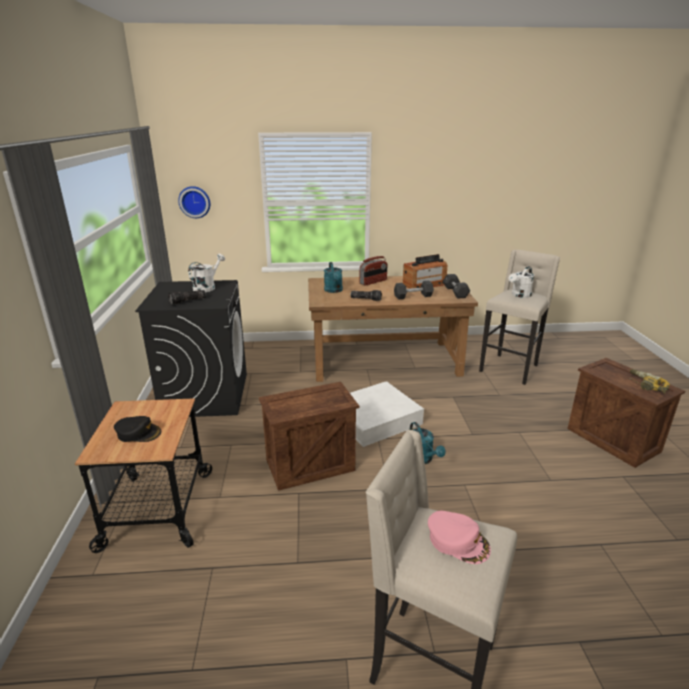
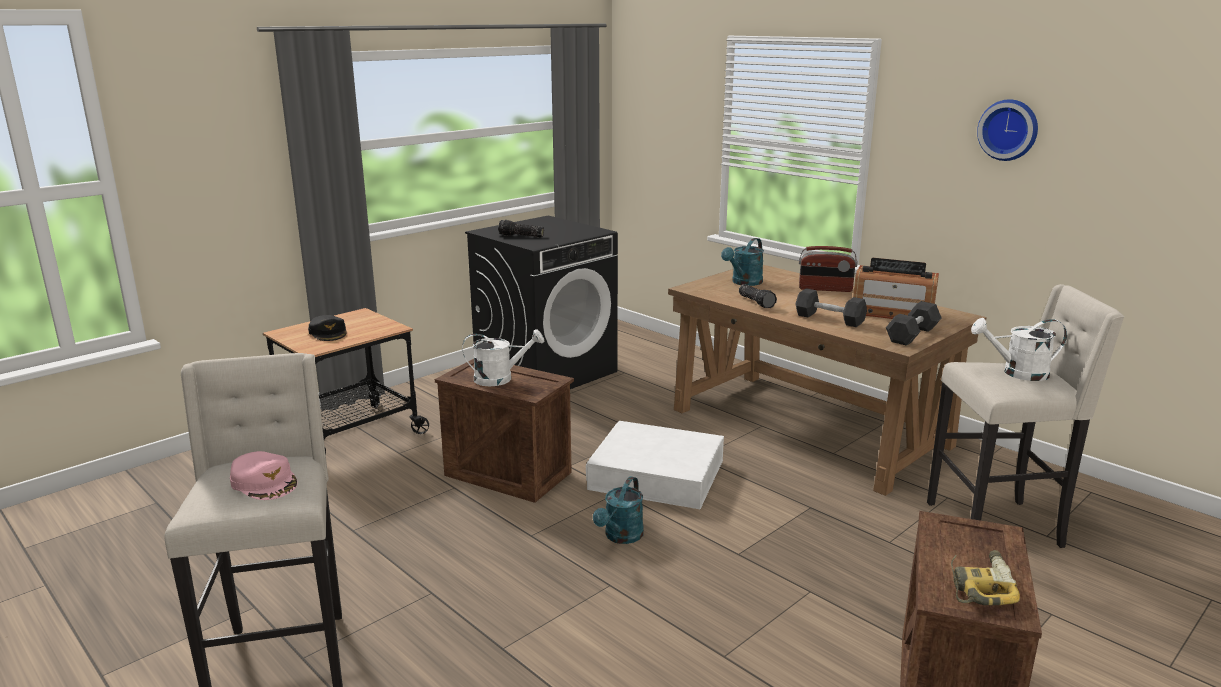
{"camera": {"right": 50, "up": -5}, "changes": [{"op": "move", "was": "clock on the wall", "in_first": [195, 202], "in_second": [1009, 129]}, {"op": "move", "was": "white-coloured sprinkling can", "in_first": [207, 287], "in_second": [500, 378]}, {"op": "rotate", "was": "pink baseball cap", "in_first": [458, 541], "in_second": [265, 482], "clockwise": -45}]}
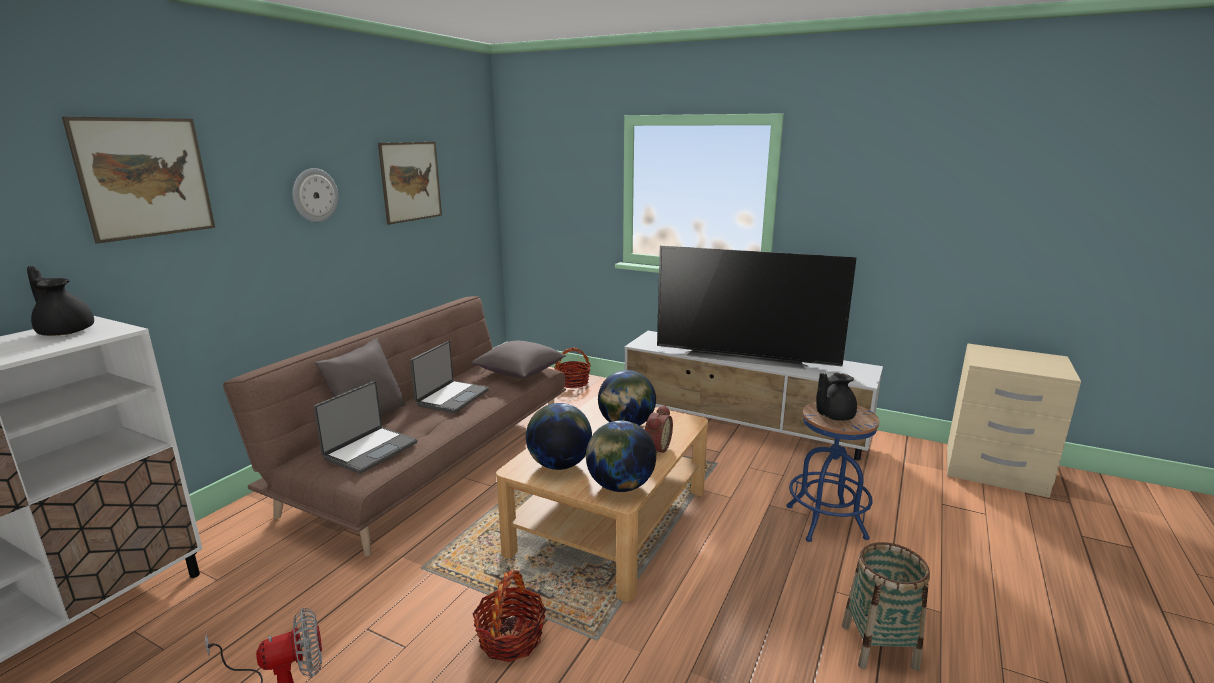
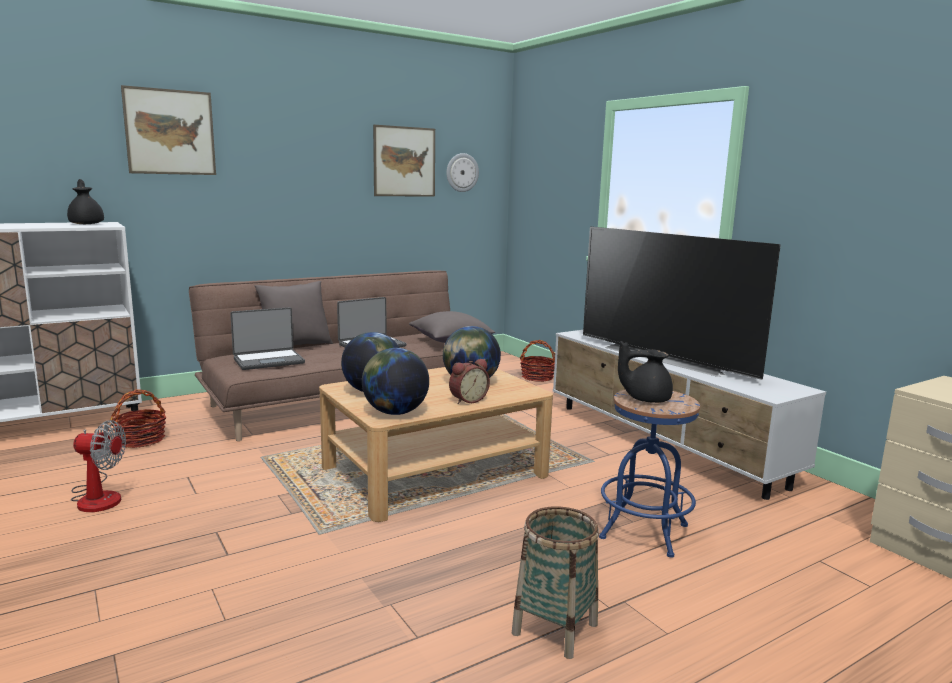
{"camera": {"right": 30, "up": -5}, "changes": [{"op": "move", "was": "clock on the wall", "in_first": [314, 195], "in_second": [462, 172]}, {"op": "move", "was": "storage basket", "in_first": [510, 638], "in_second": [141, 440]}]}
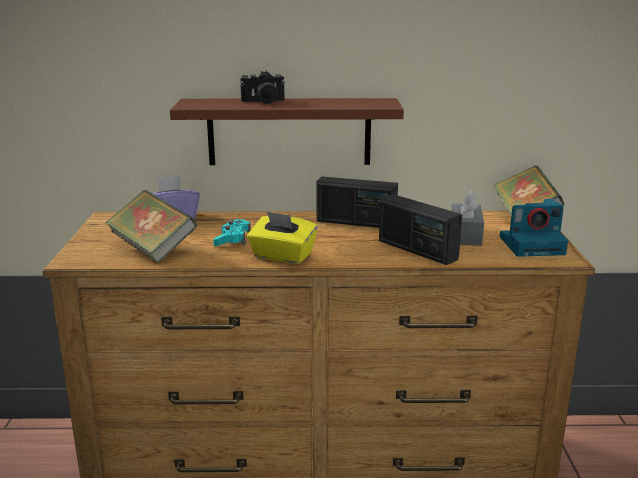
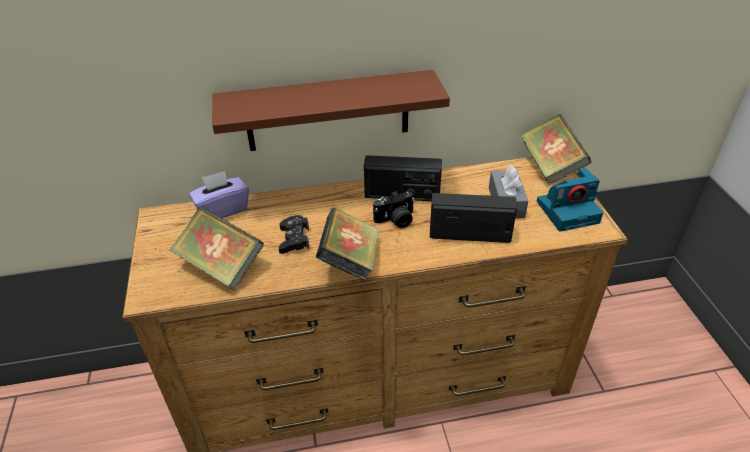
{"camera": {"right": -10, "up": 20}, "changes": [{"op": "move", "was": "photo camera", "in_first": [264, 102], "in_second": [396, 220]}, {"op": "rotate", "was": "radio", "in_first": [417, 250], "in_second": [469, 233], "clockwise": 150}, {"op": "replace", "was": "yellow tissue box", "now": "book", "in_first": [282, 256], "in_second": [350, 261]}, {"op": "recolor", "was": "blue-green gamepad", "now": "black gamepad", "in_first": [232, 239], "in_second": [294, 239]}]}
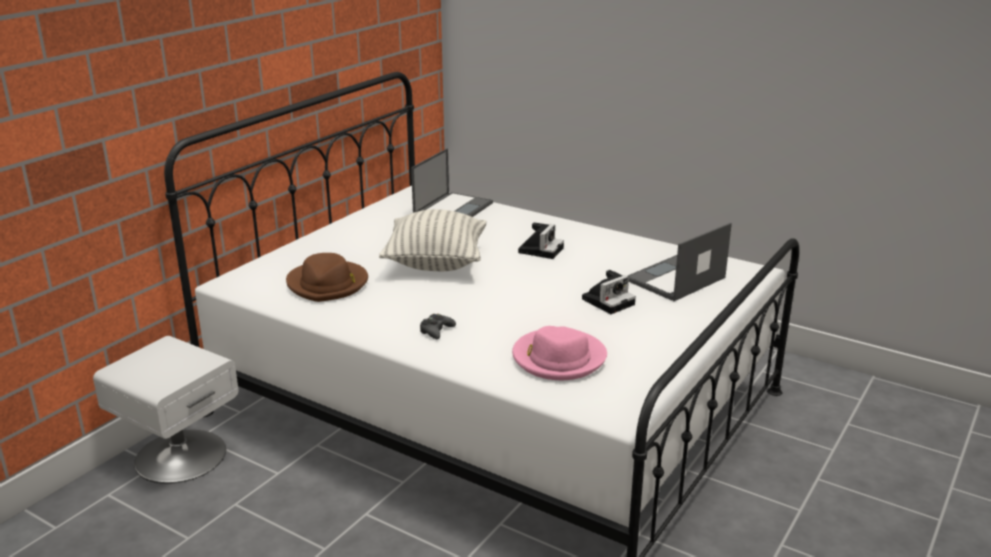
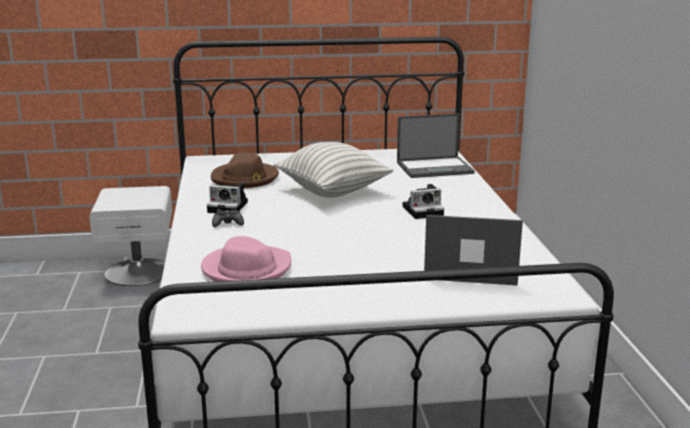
{"camera": {"right": 50, "up": -5}, "changes": [{"op": "move", "was": "photo camera", "in_first": [609, 301], "in_second": [229, 207]}]}
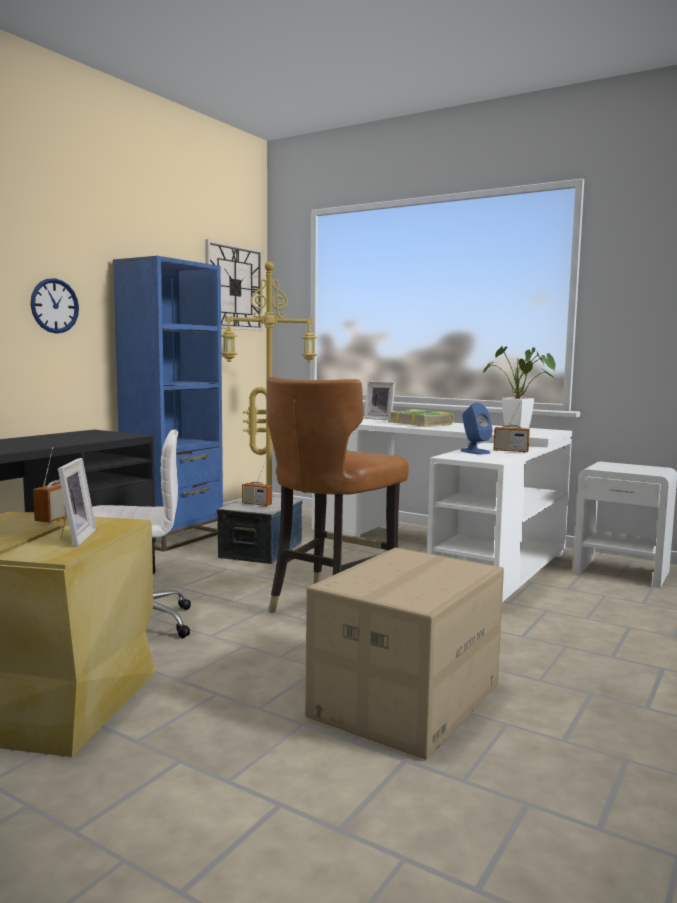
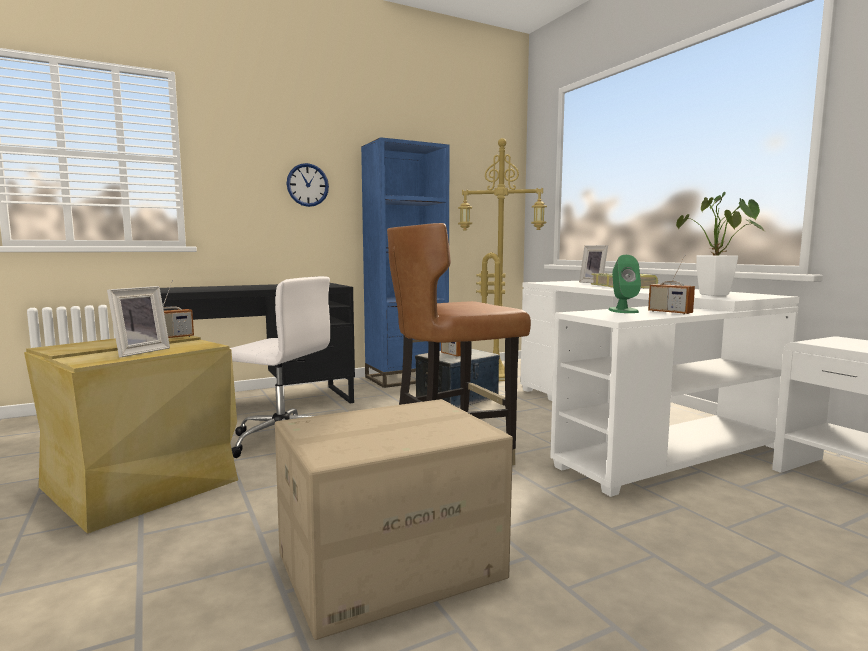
{"camera": {"right": 30, "up": 0}, "changes": [{"op": "delete", "was": "clock on the wall", "in_first": [234, 287]}, {"op": "recolor", "was": "blue speaker", "now": "greenish speaker", "in_first": [474, 451], "in_second": [623, 311]}]}
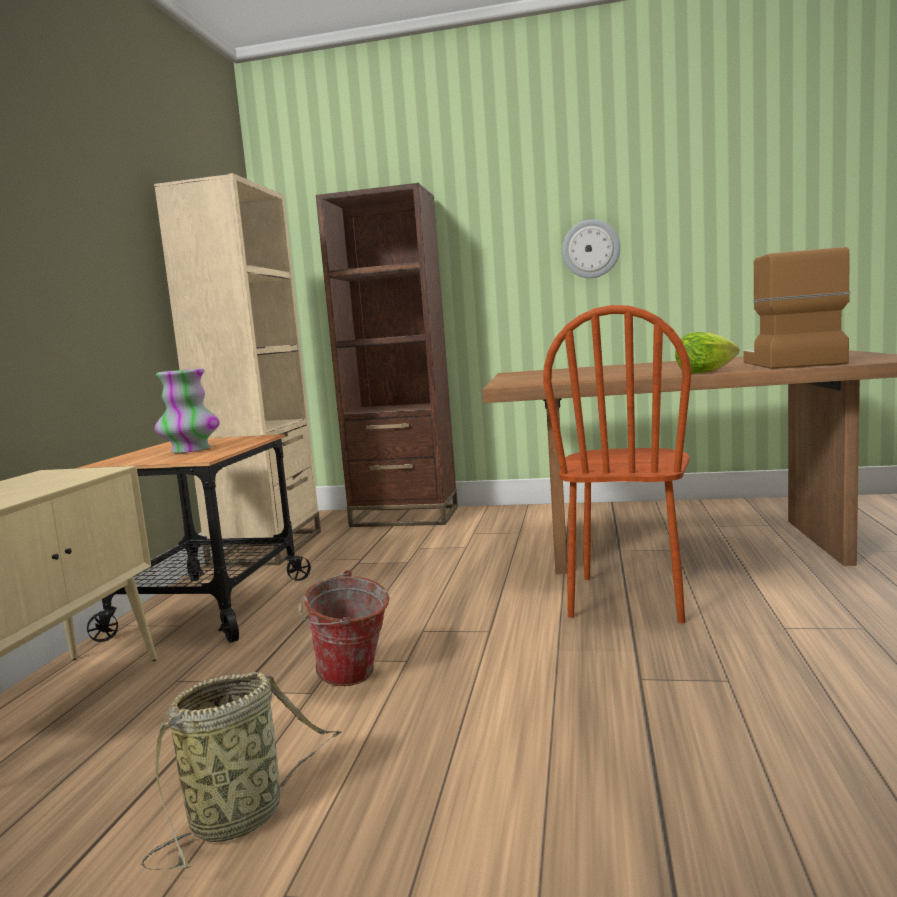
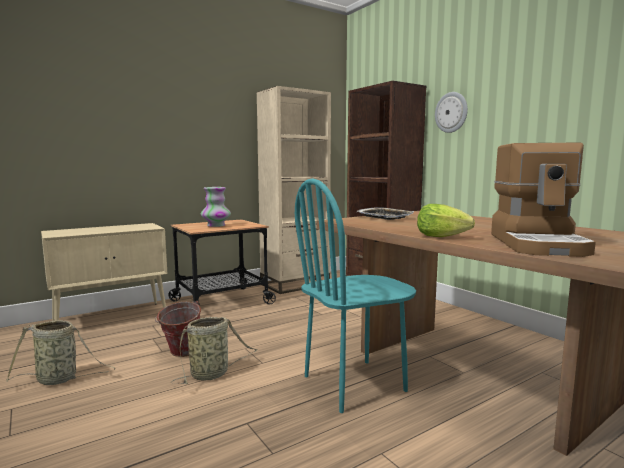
{"camera": {"right": 45, "up": 0}, "changes": [{"op": "move", "was": "clock on the wall", "in_first": [591, 249], "in_second": [451, 112]}, {"op": "rotate", "was": "coffee brewer", "in_first": [789, 363], "in_second": [538, 244], "clockwise": 135}, {"op": "recolor", "was": "brown plain chair", "now": "blue-green plain chair", "in_first": [628, 599], "in_second": [354, 384]}, {"op": "insert", "now": "serving tray", "in_second": [385, 217]}, {"op": "insert", "now": "storage basket", "in_second": [212, 374]}]}
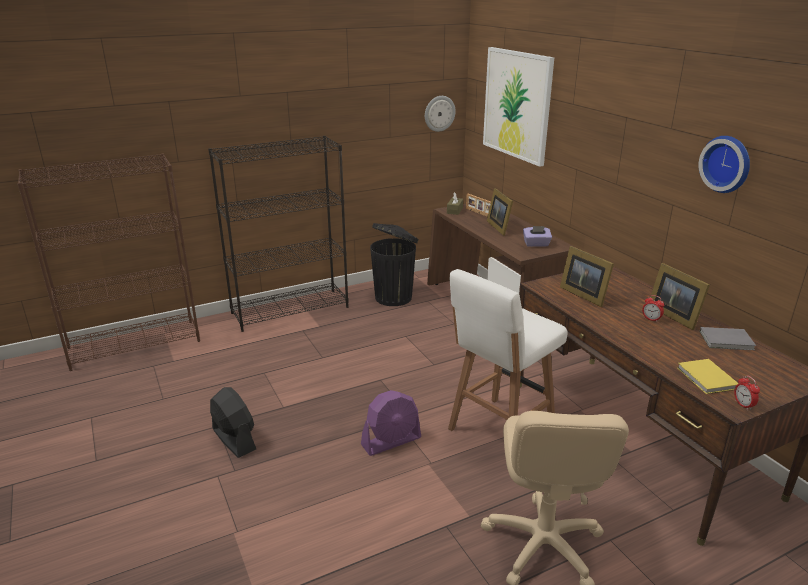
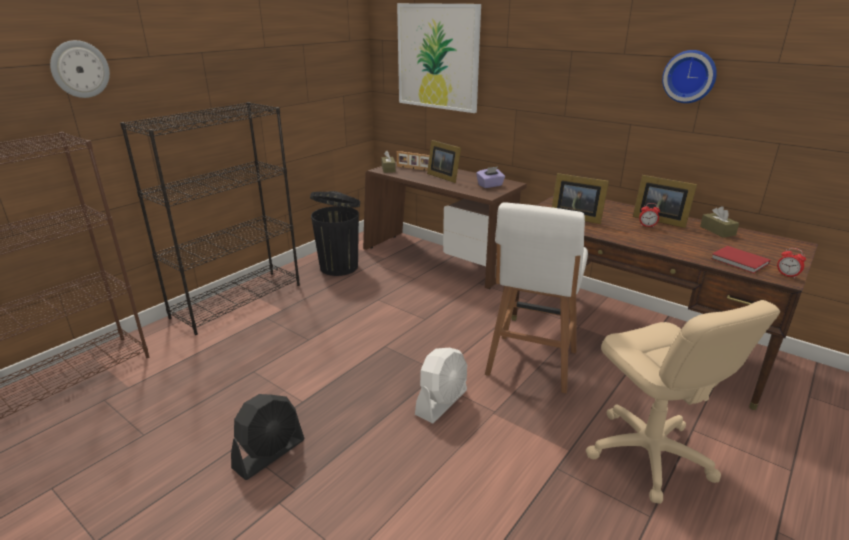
{"camera": {"right": -25, "up": 0}, "changes": [{"op": "move", "was": "clock on the wall", "in_first": [439, 113], "in_second": [80, 69]}, {"op": "replace", "was": "greyish book", "now": "brown tissue box", "in_first": [728, 341], "in_second": [717, 231]}, {"op": "recolor", "was": "yellow book", "now": "reddish book", "in_first": [707, 379], "in_second": [740, 262]}, {"op": "rotate", "was": "black fan", "in_first": [234, 439], "in_second": [269, 454], "clockwise": 105}, {"op": "recolor", "was": "purplish fan", "now": "white-coloured fan", "in_first": [391, 441], "in_second": [442, 402]}]}
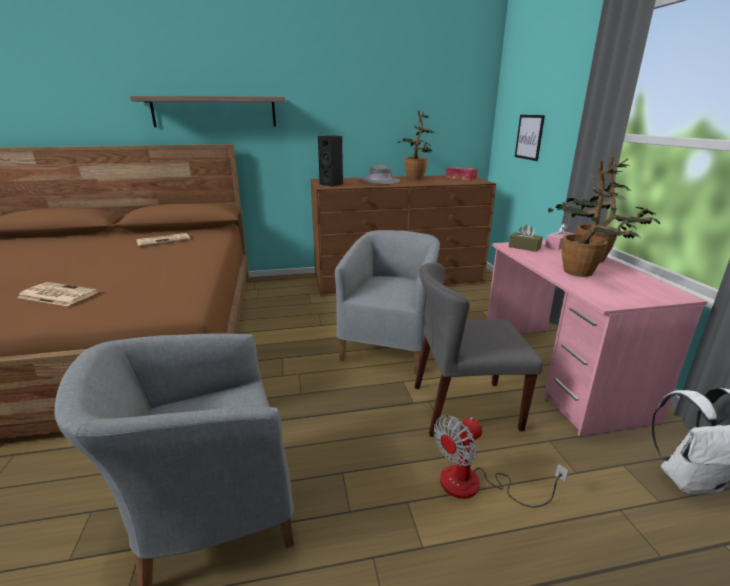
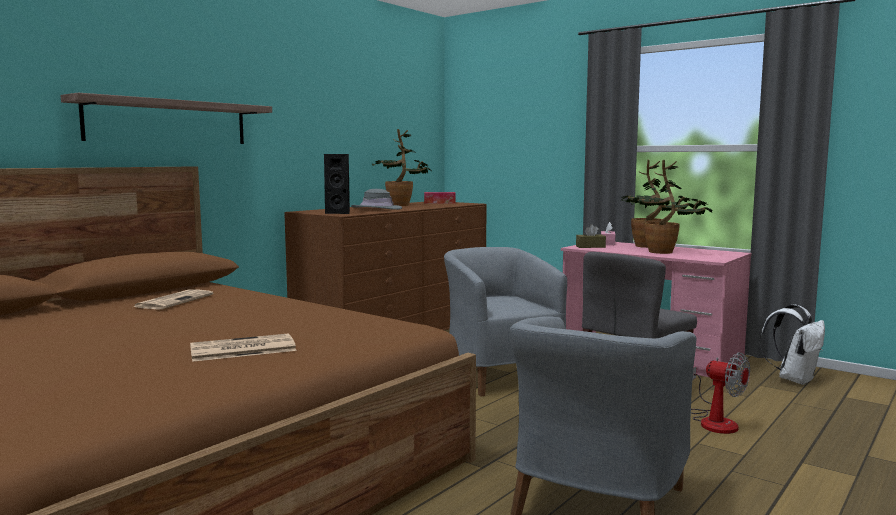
{"camera": {"right": -40, "up": -15}, "changes": [{"op": "delete", "was": "picture", "in_first": [529, 137]}, {"op": "rotate", "was": "fan", "in_first": [475, 485], "in_second": [715, 421], "clockwise": -60}]}
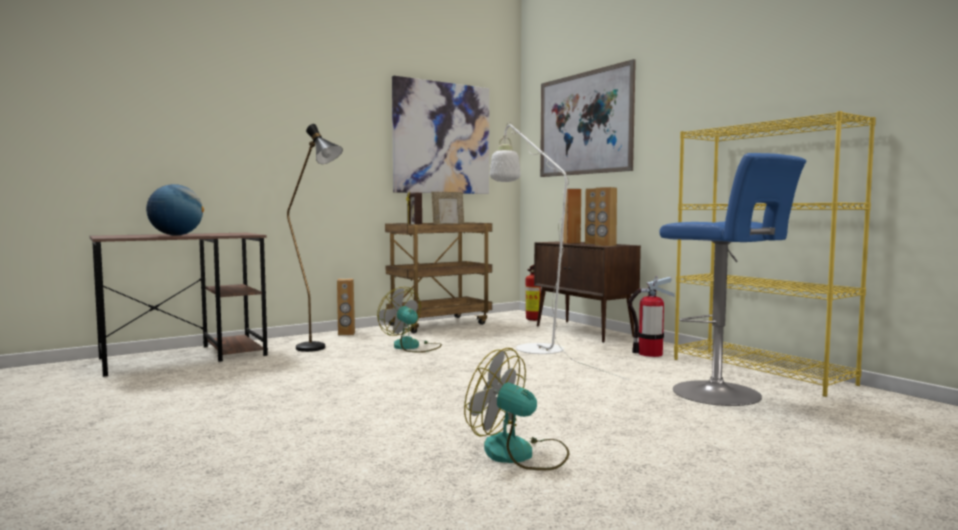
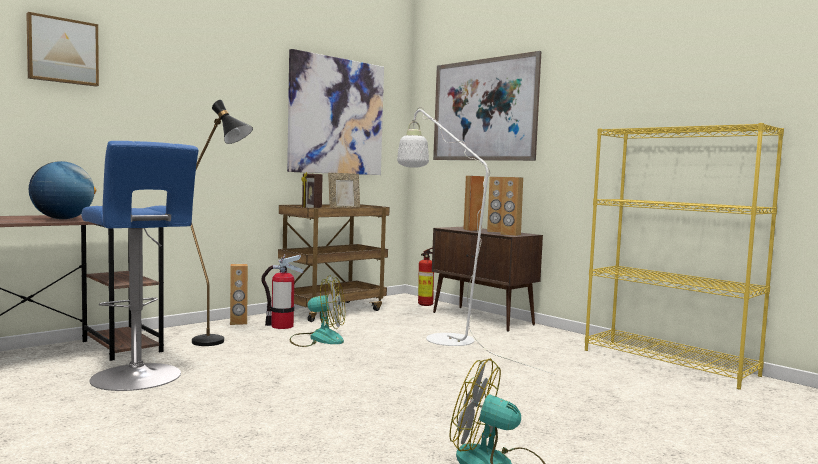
{"camera": {"right": -10, "up": 0}, "changes": [{"op": "move", "was": "blue stool", "in_first": [722, 394], "in_second": [139, 378]}, {"op": "move", "was": "fire extinguisher", "in_first": [650, 354], "in_second": [282, 326]}, {"op": "rotate", "was": "fan", "in_first": [412, 347], "in_second": [318, 339], "clockwise": 150}, {"op": "insert", "now": "picture", "in_second": [62, 51]}]}
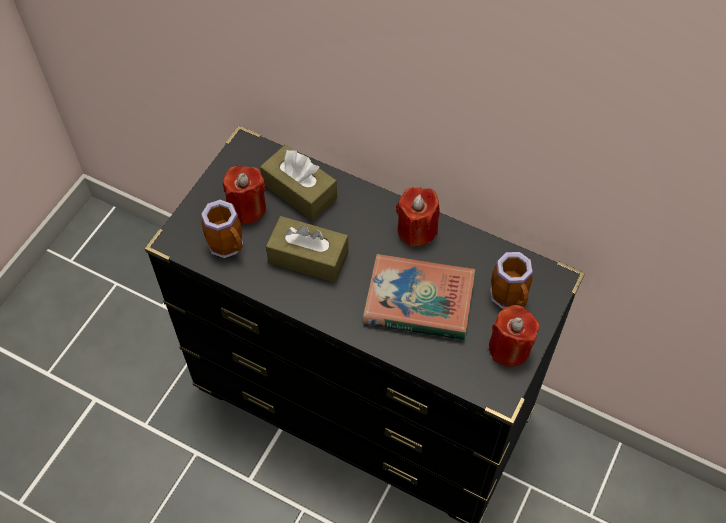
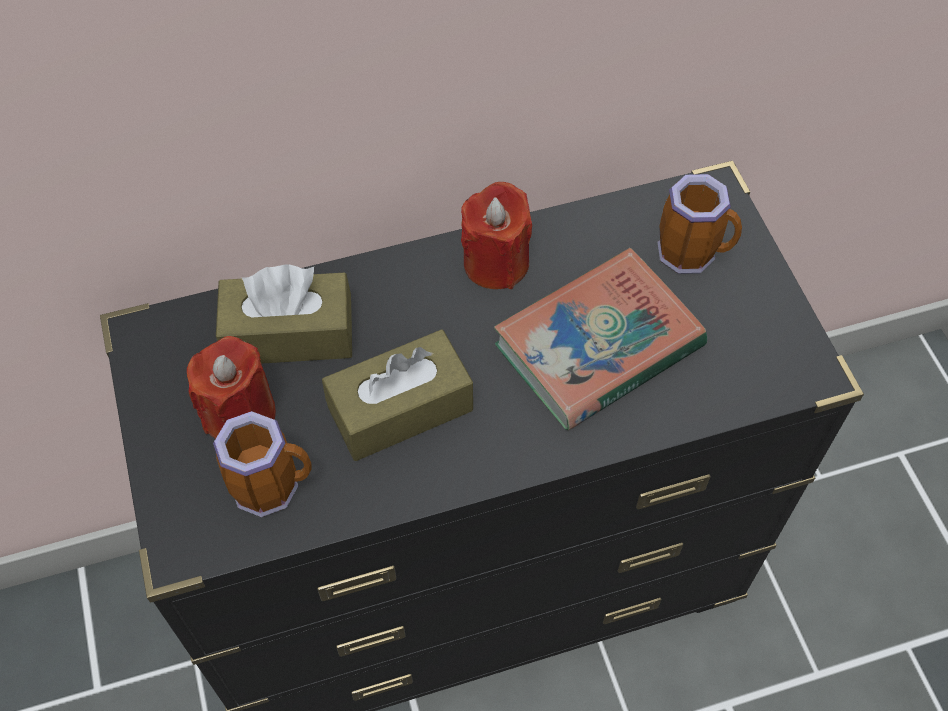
{"camera": {"right": -45, "up": 0}, "changes": [{"op": "delete", "was": "reddish wax light", "in_first": [509, 348]}]}
